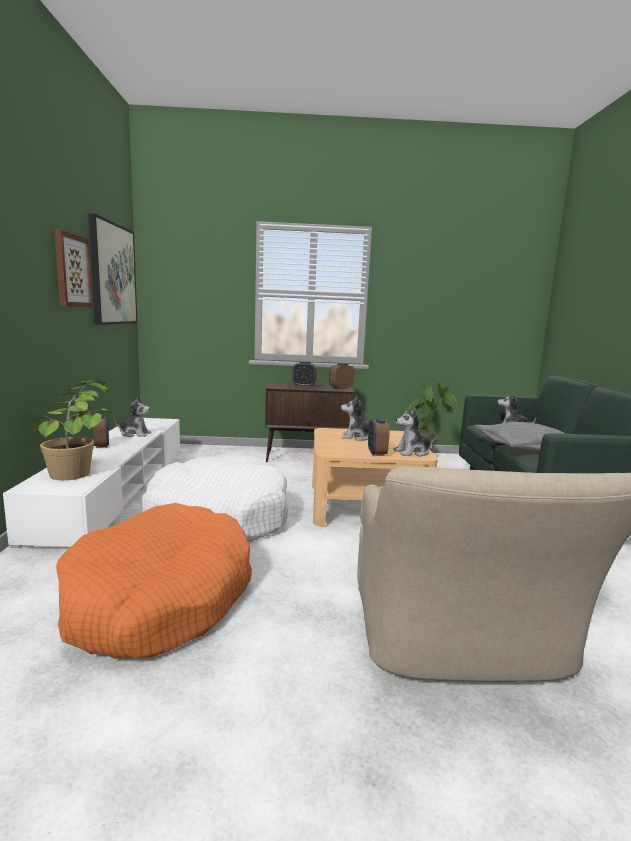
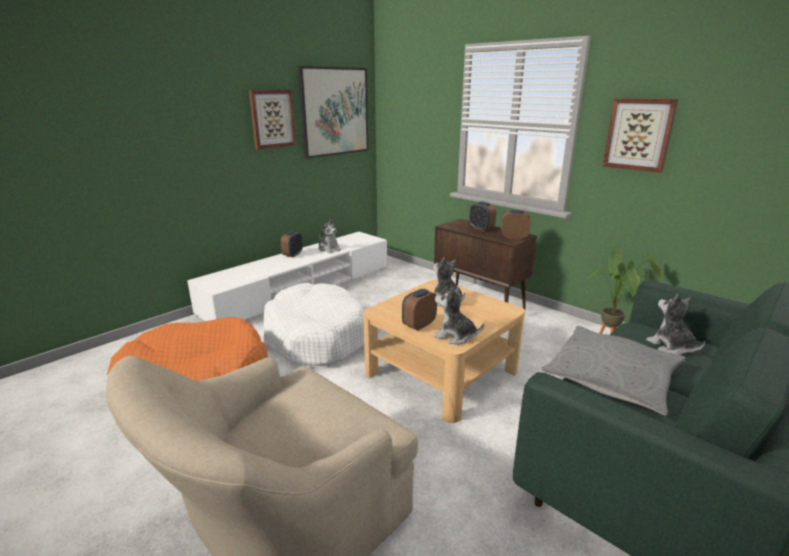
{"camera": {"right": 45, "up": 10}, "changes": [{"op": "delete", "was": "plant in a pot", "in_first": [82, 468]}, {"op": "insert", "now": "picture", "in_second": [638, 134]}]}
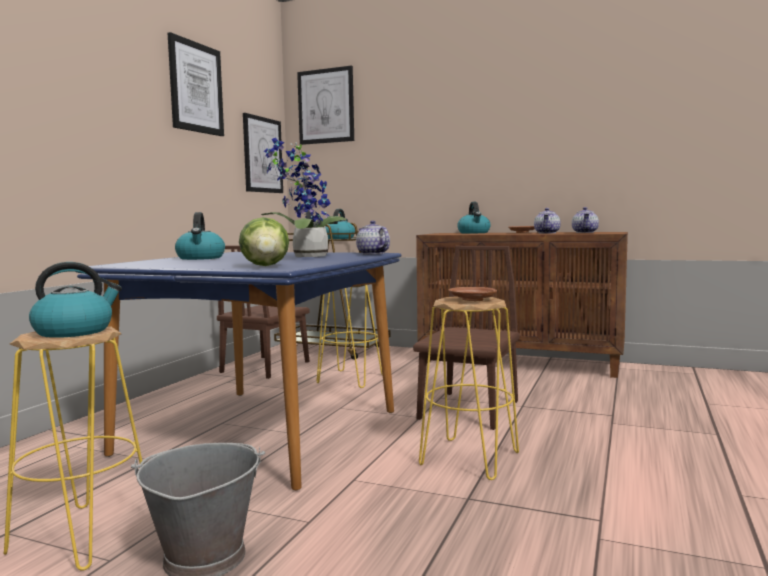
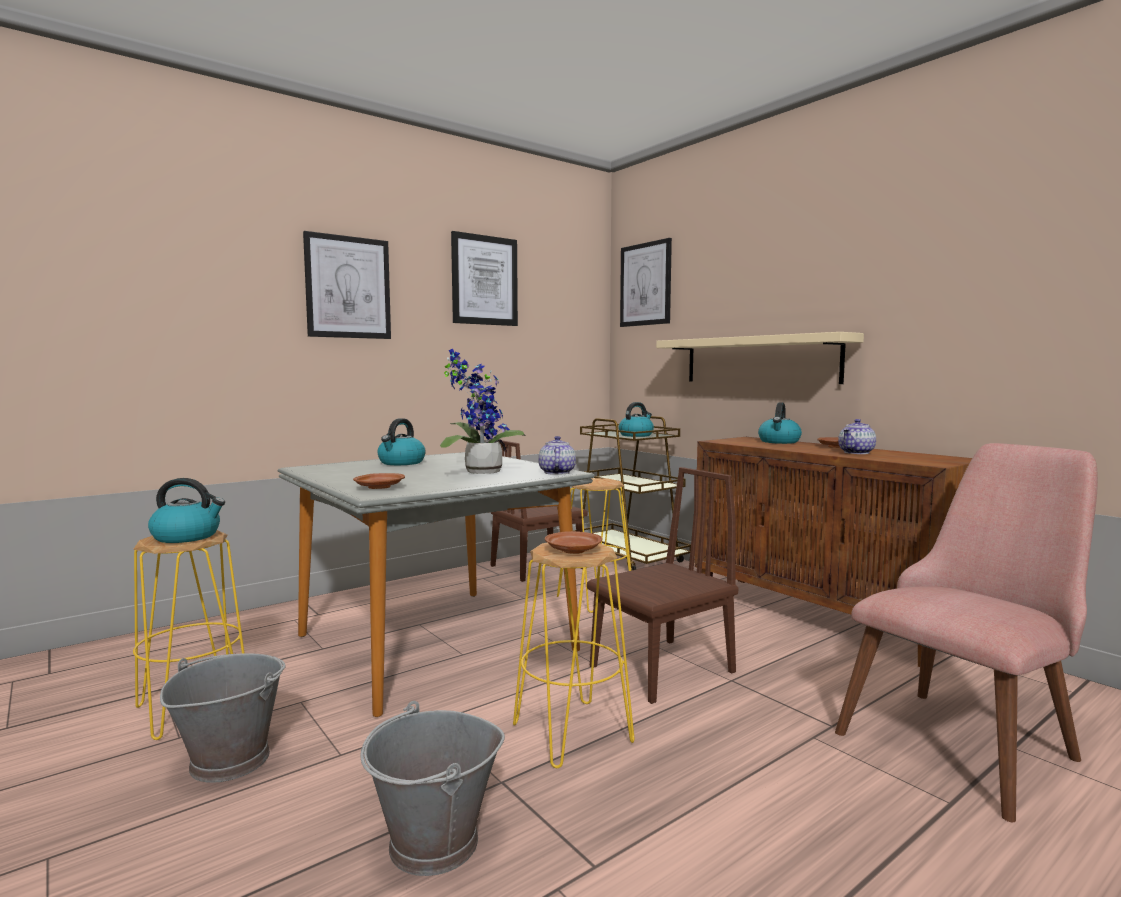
{"camera": {"right": 30, "up": 0}, "changes": [{"op": "move", "was": "picture", "in_first": [262, 155], "in_second": [348, 287]}, {"op": "delete", "was": "tea pot", "in_first": [585, 232]}, {"op": "replace", "was": "head of lettuce", "now": "brown dinner plate", "in_first": [265, 266], "in_second": [380, 487]}, {"op": "recolor", "was": "blue kitchen table", "now": "greyish kitchen table", "in_first": [263, 431], "in_second": [437, 643]}, {"op": "insert", "now": "sand-coloured wall shelf", "in_second": [759, 360]}, {"op": "insert", "now": "pink plain chair", "in_second": [969, 737]}, {"op": "insert", "now": "greyish pail", "in_second": [433, 844]}]}
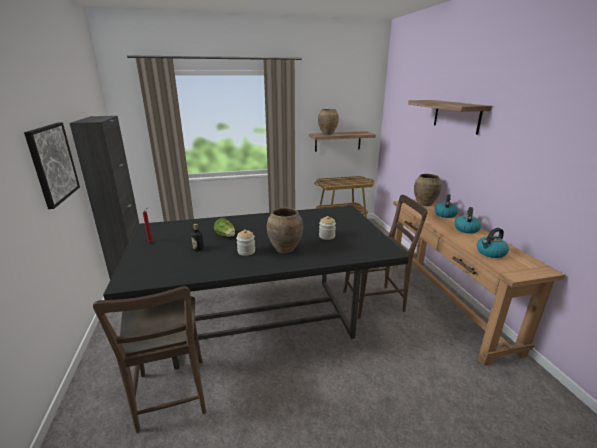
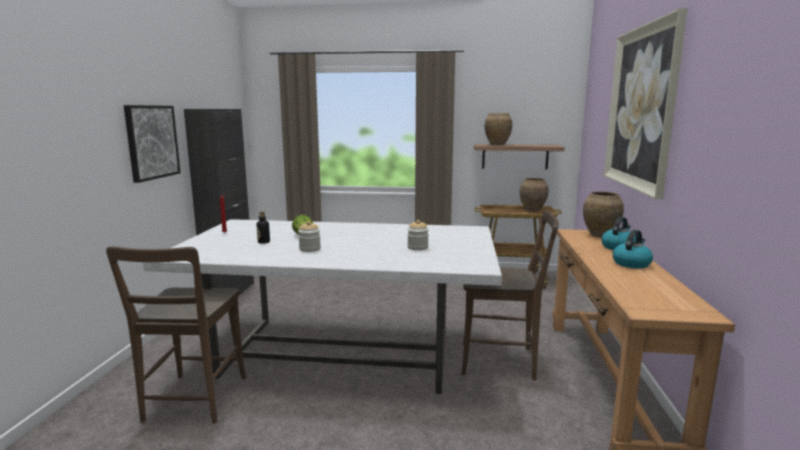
{"camera": {"right": 20, "up": -10}, "changes": [{"op": "replace", "was": "wall shelf", "now": "picture", "in_first": [456, 116], "in_second": [641, 108]}, {"op": "recolor", "was": "black kitchen table", "now": "white-coloured kitchen table", "in_first": [264, 319], "in_second": [342, 353]}, {"op": "move", "was": "brown decorative vase", "in_first": [284, 249], "in_second": [532, 210]}, {"op": "delete", "was": "water kettle", "in_first": [490, 253]}]}
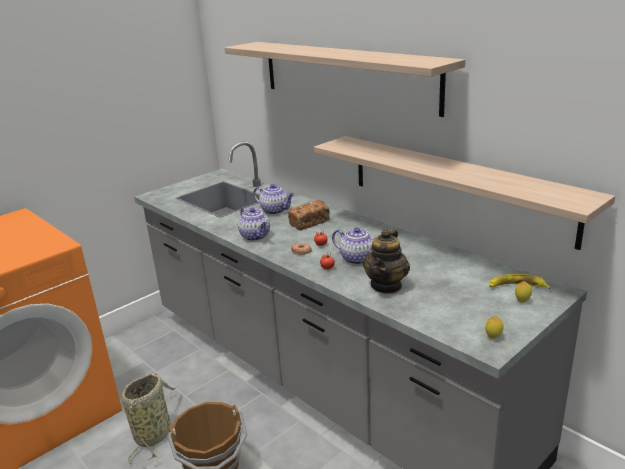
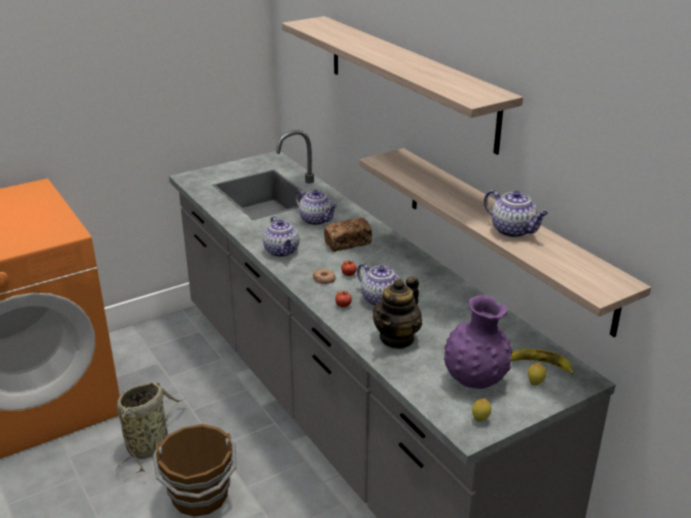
{"camera": {"right": 10, "up": 5}, "changes": [{"op": "insert", "now": "tea pot", "in_second": [513, 231]}, {"op": "insert", "now": "purplish decorative vase", "in_second": [475, 381]}]}
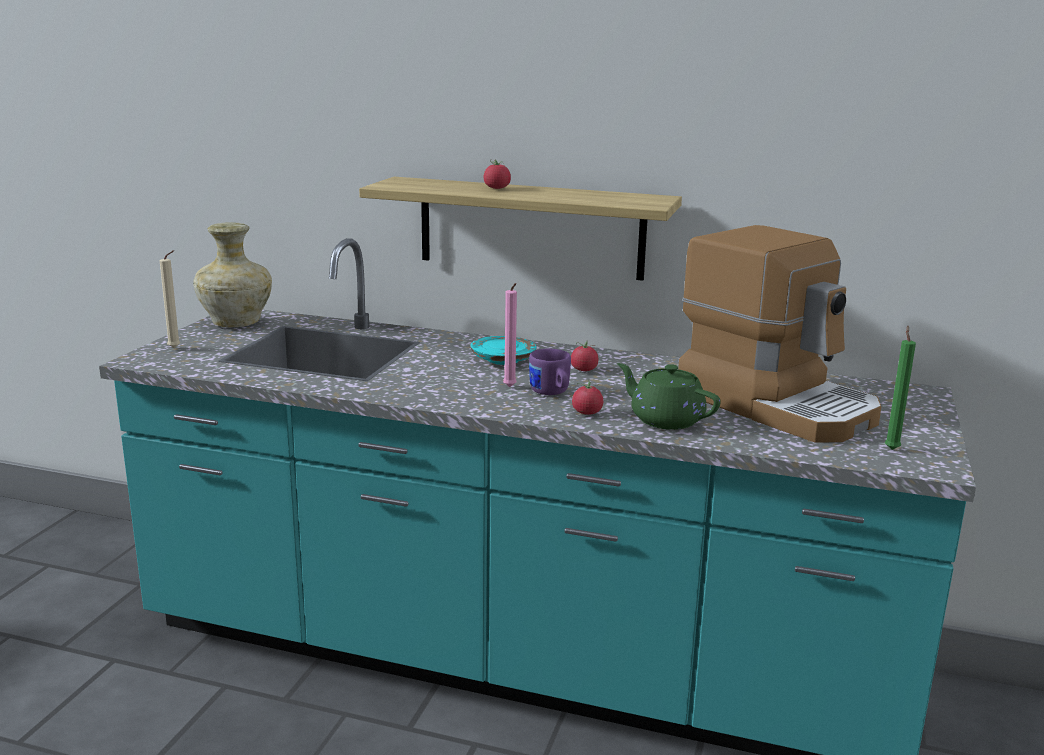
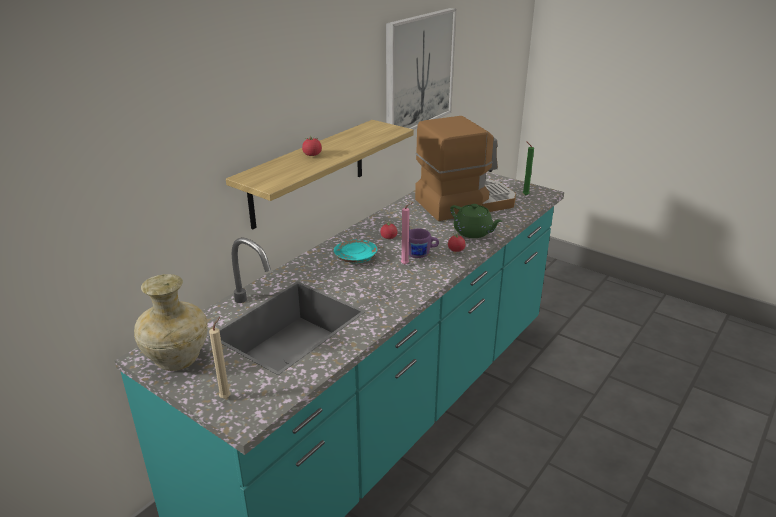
{"camera": {"right": -70, "up": 10}, "changes": [{"op": "rotate", "was": "greenish tea pot", "in_first": [665, 419], "in_second": [473, 232], "clockwise": -105}, {"op": "insert", "now": "picture", "in_second": [418, 71]}]}
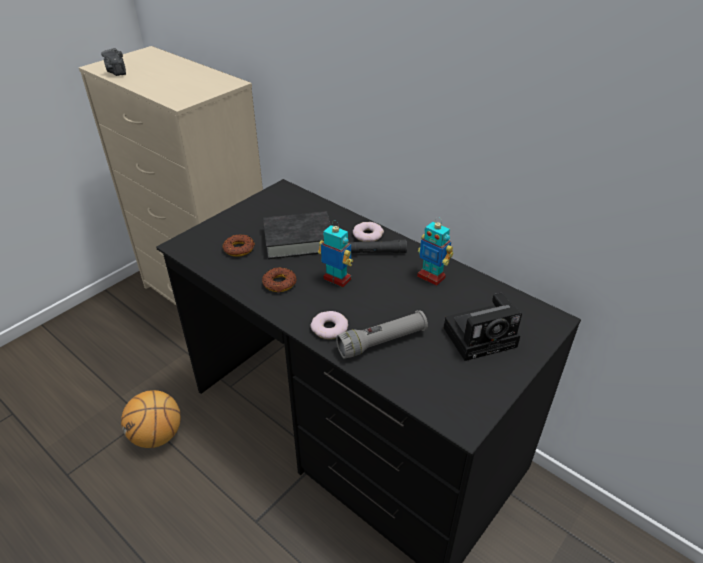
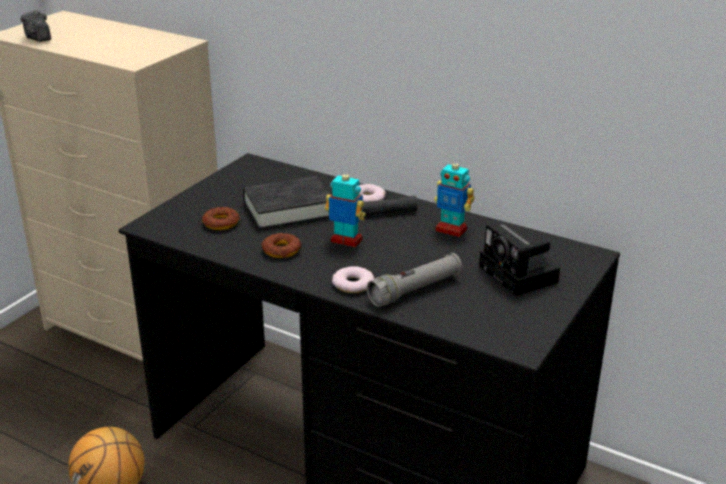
{"camera": {"right": -10, "up": -10}, "changes": [{"op": "rotate", "was": "photo camera", "in_first": [482, 336], "in_second": [521, 275], "clockwise": 90}]}
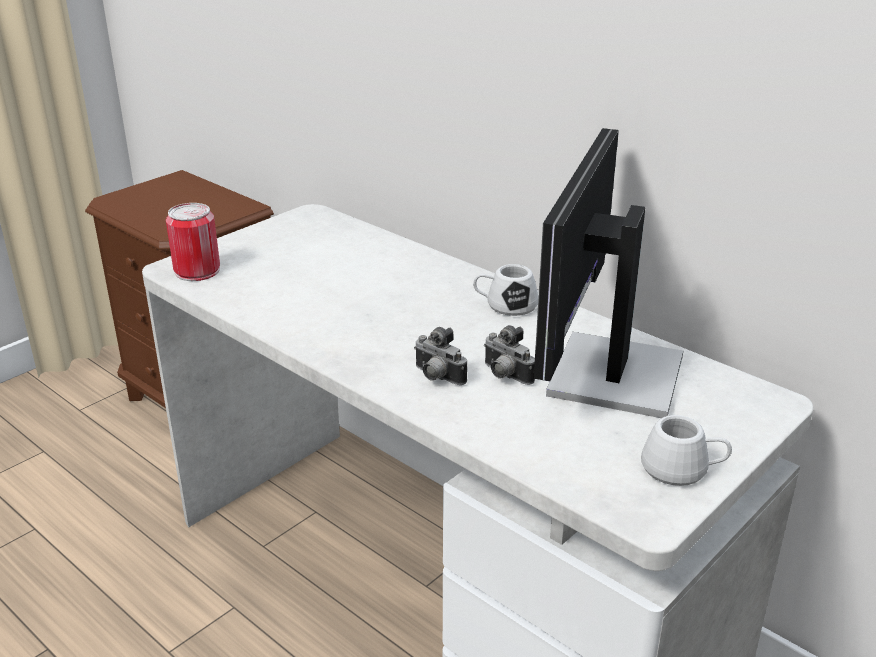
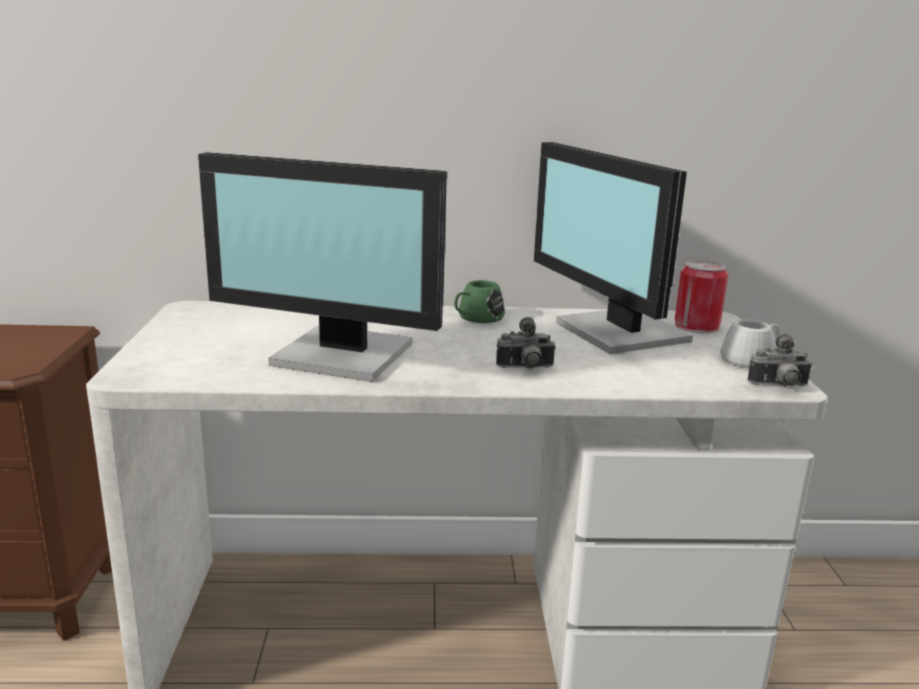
{"camera": {"right": -45, "up": -10}, "changes": [{"op": "move", "was": "can", "in_first": [197, 271], "in_second": [696, 326]}, {"op": "recolor", "was": "white-coloured coffee mug", "now": "greenish coffee mug", "in_first": [505, 305], "in_second": [476, 319]}, {"op": "move", "was": "photo camera", "in_first": [504, 376], "in_second": [779, 386]}, {"op": "insert", "now": "computer screen", "in_second": [342, 357]}]}
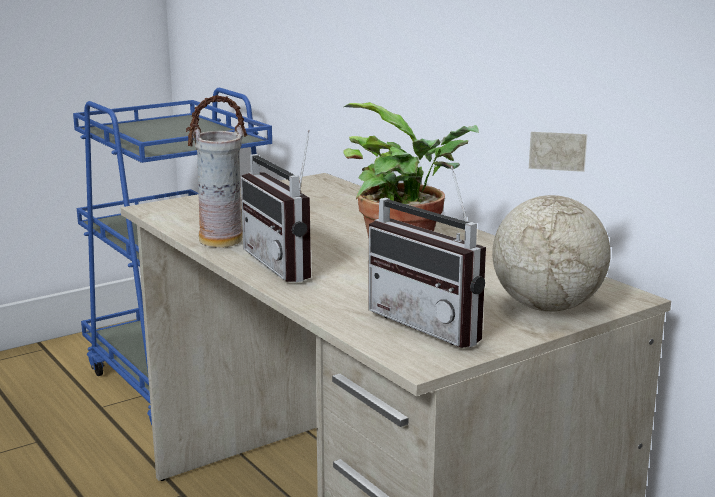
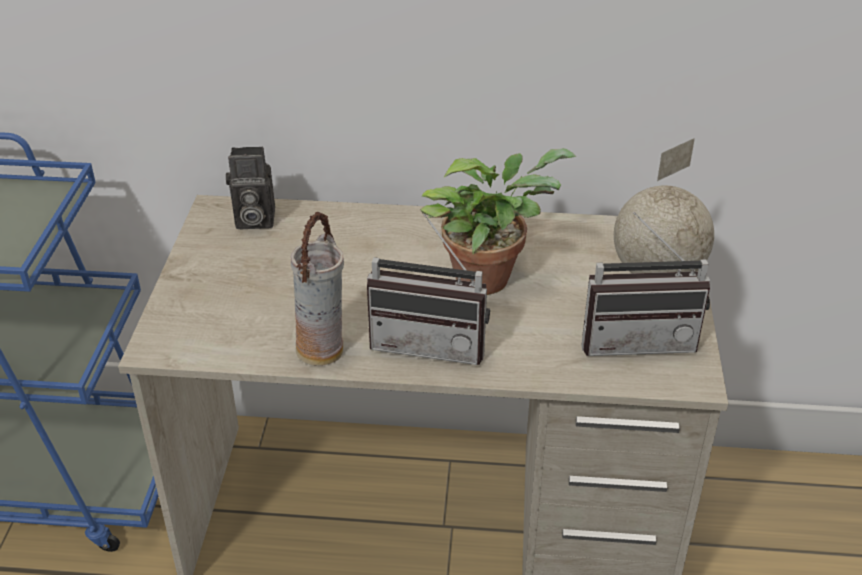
{"camera": {"right": -50, "up": 20}, "changes": [{"op": "insert", "now": "photo camera", "in_second": [252, 220]}]}
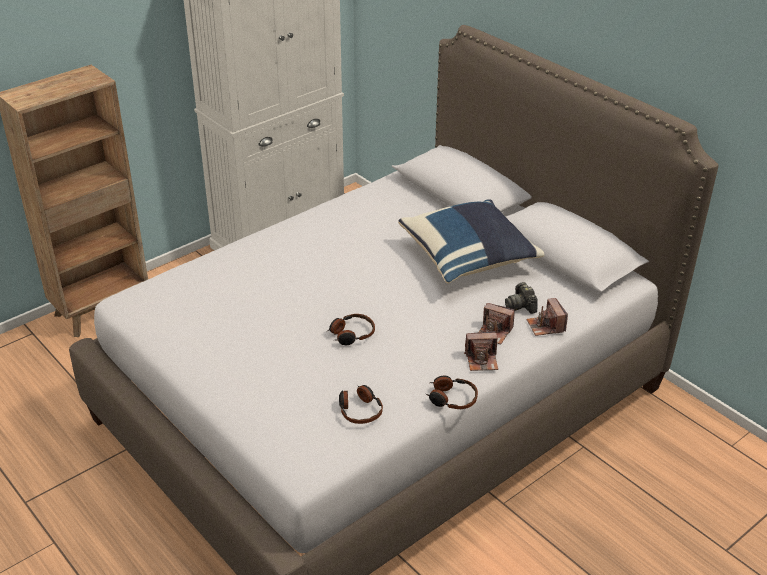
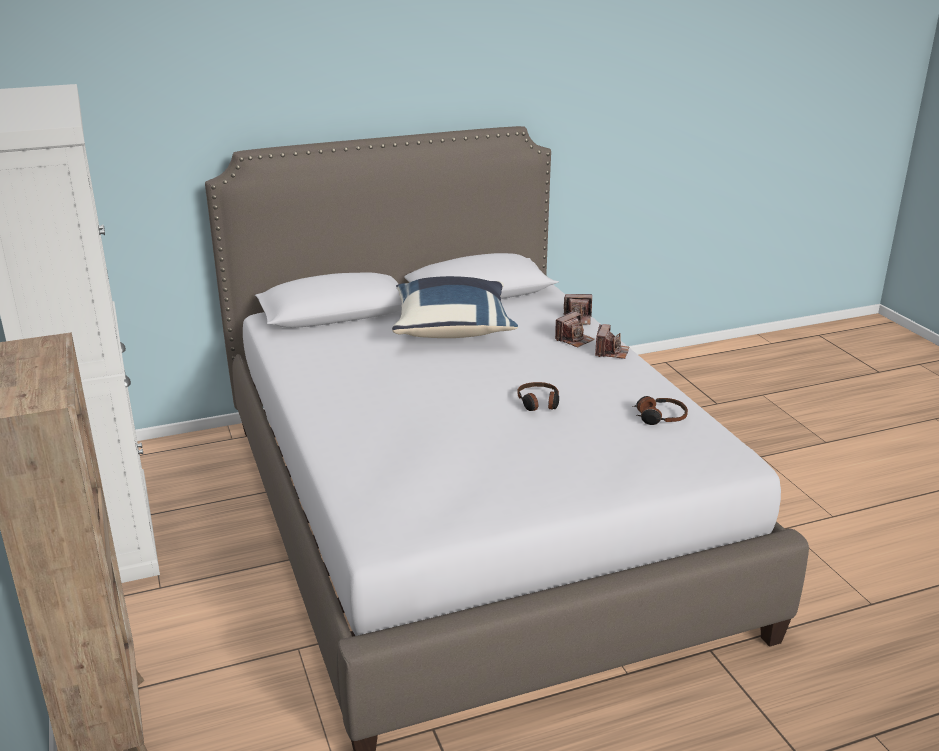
{"camera": {"right": -70, "up": -10}, "changes": [{"op": "delete", "was": "photo camera", "in_first": [521, 306]}, {"op": "delete", "was": "headphones", "in_first": [451, 398]}]}
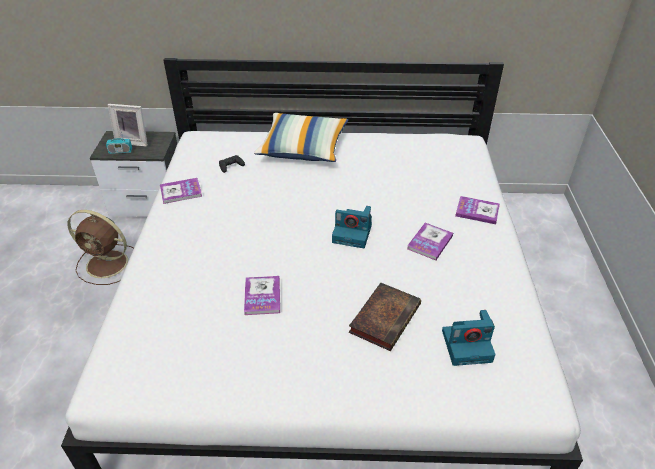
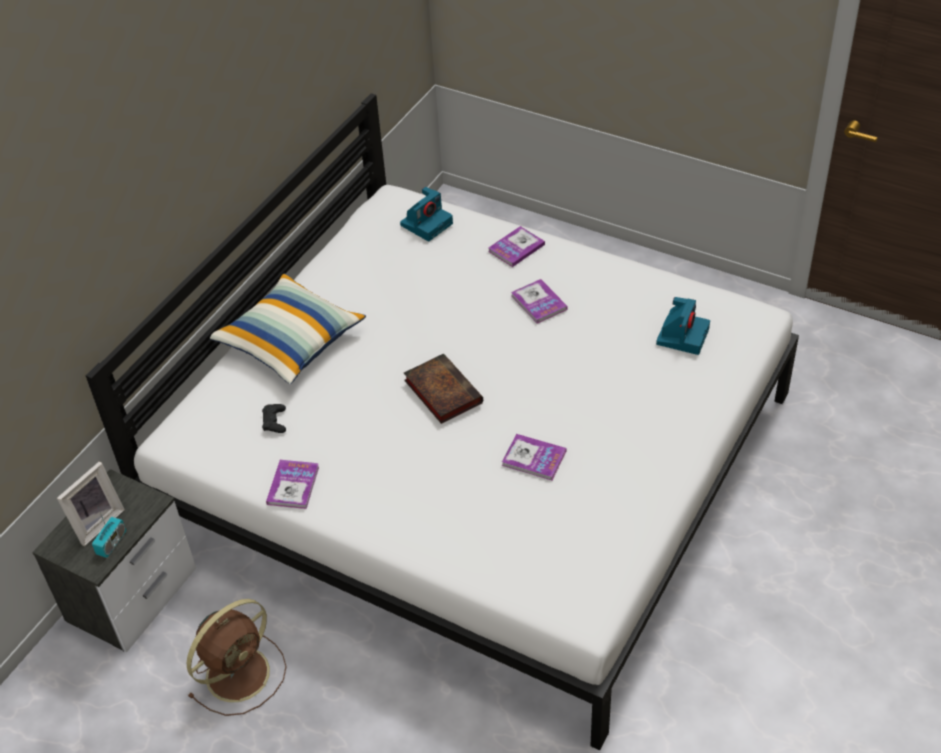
{"camera": {"right": -60, "up": 5}, "changes": [{"op": "move", "was": "photo camera", "in_first": [353, 233], "in_second": [427, 223]}, {"op": "move", "was": "book", "in_first": [385, 317], "in_second": [441, 391]}]}
